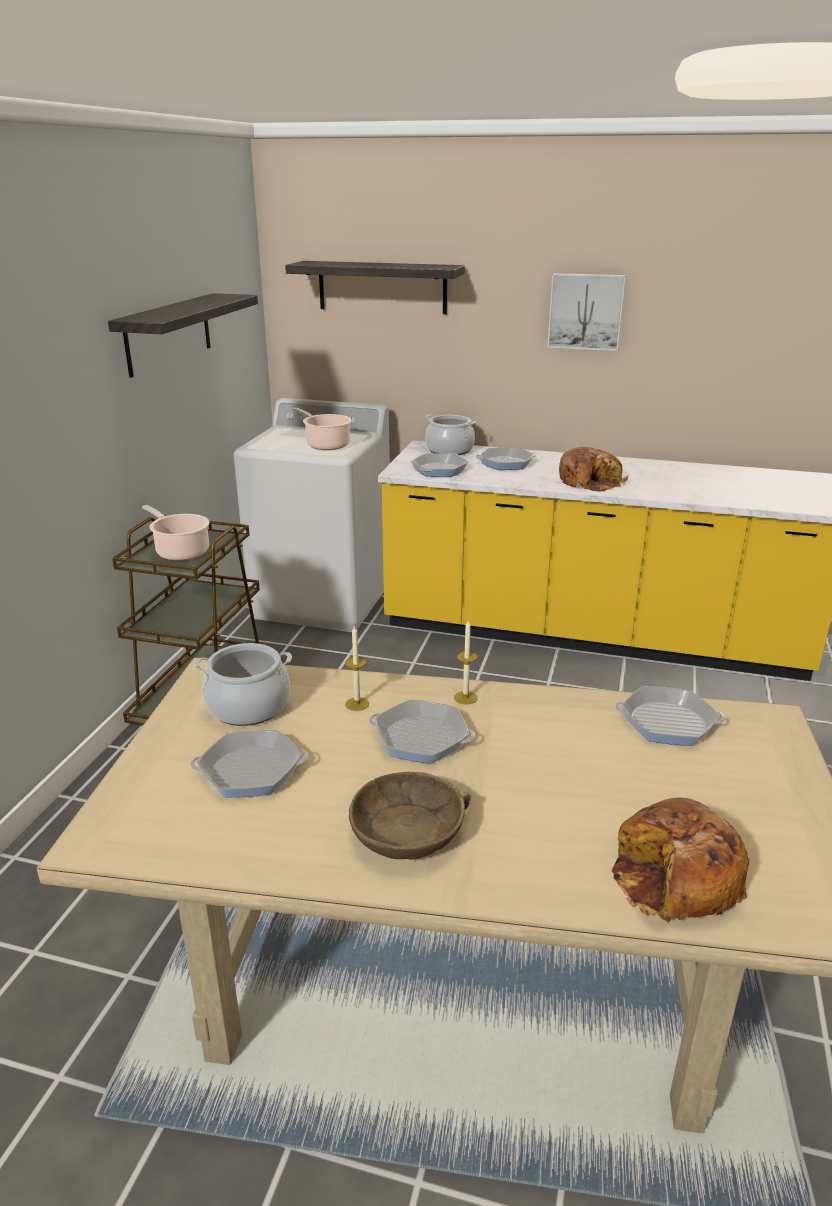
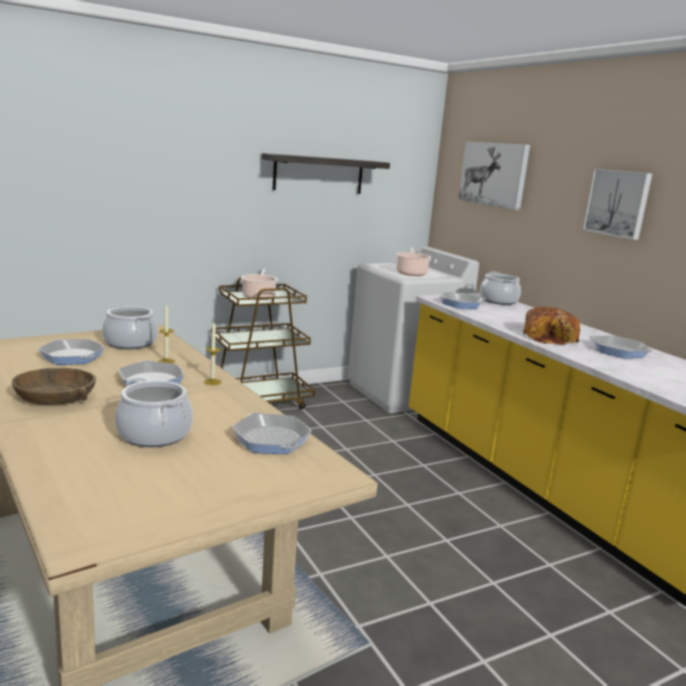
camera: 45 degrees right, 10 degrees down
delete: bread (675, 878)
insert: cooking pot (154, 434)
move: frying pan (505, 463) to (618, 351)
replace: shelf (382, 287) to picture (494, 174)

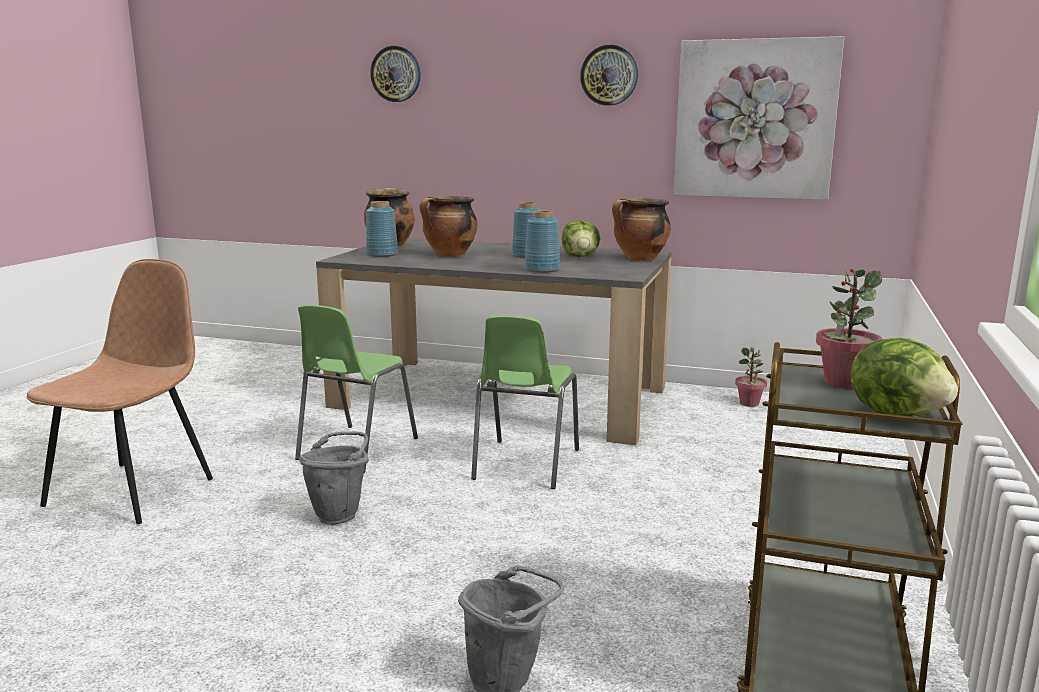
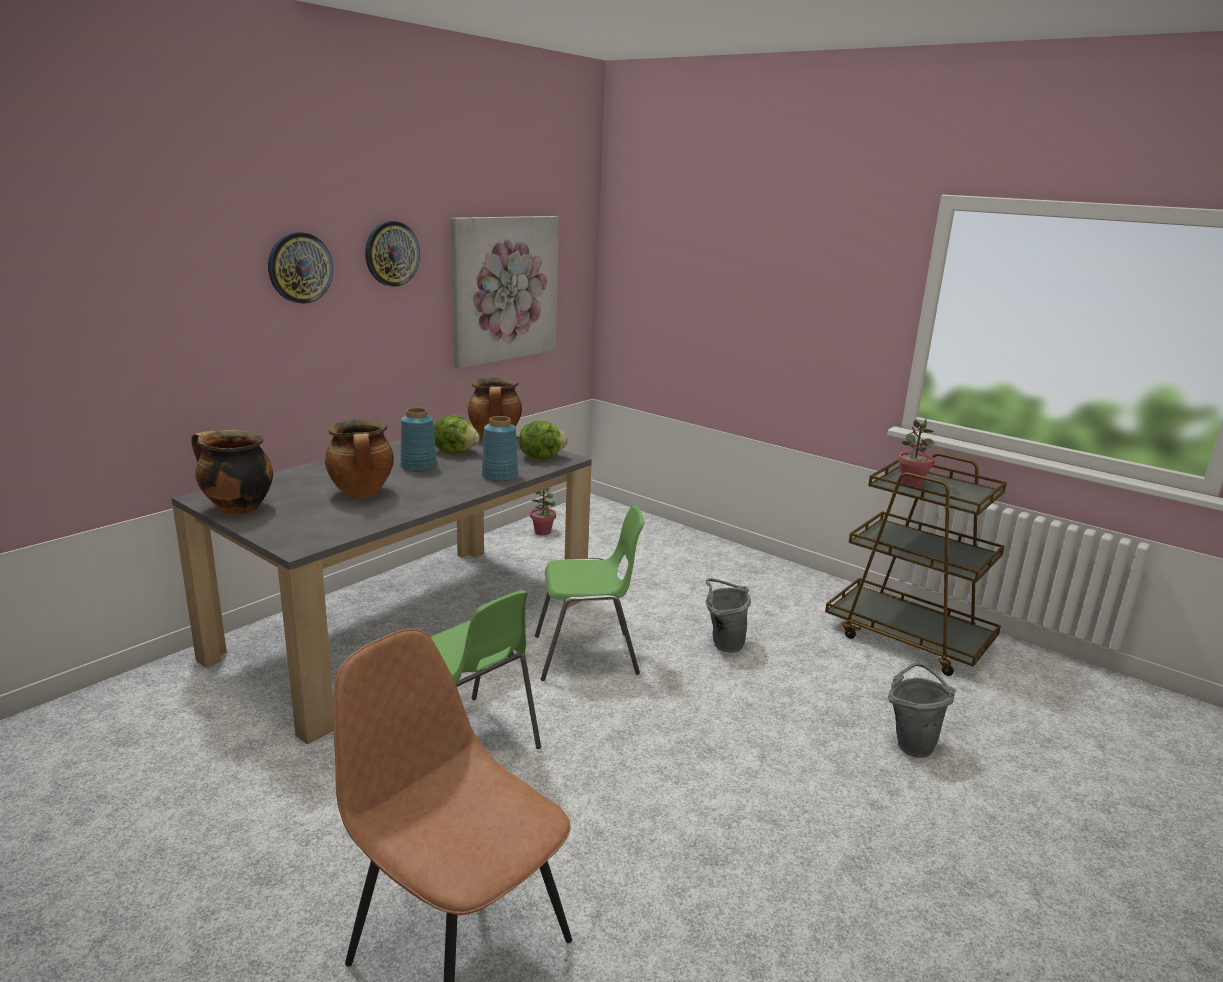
camera: 70 degrees left, 5 degrees up
delete: vase (blue) (382, 254)
move: bucket (grey) (340, 514) to (722, 644); wall clock (396, 74) to (300, 267); lettuce (897, 414) to (541, 457)
rotate: chair (green) (524, 464) = (587, 656) 45 degrees counterclockwise

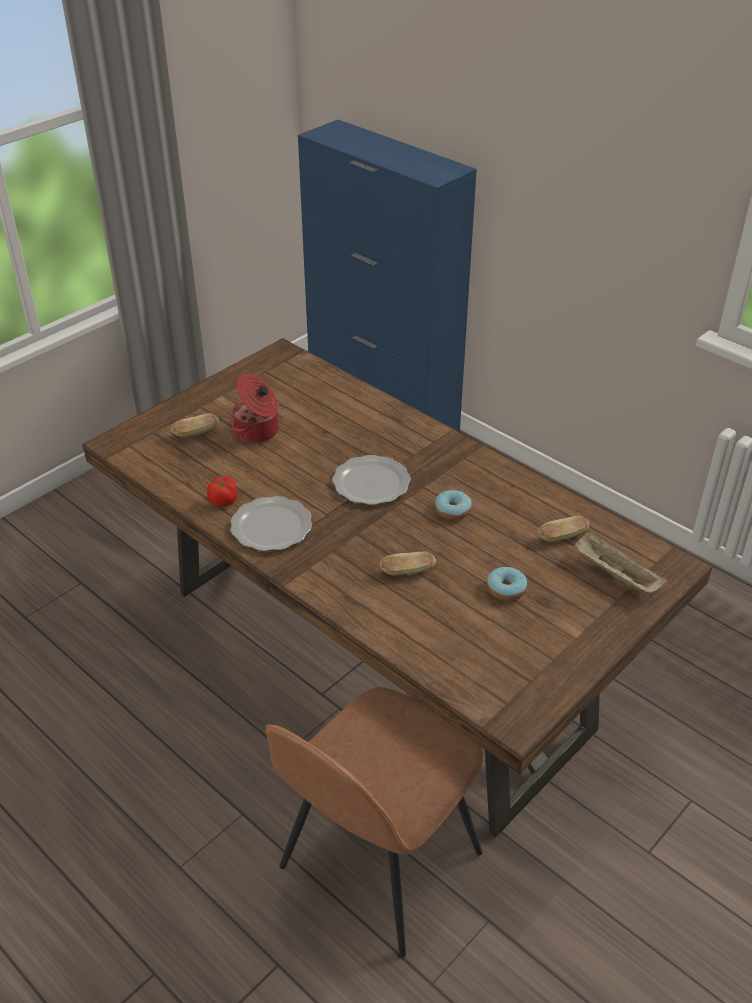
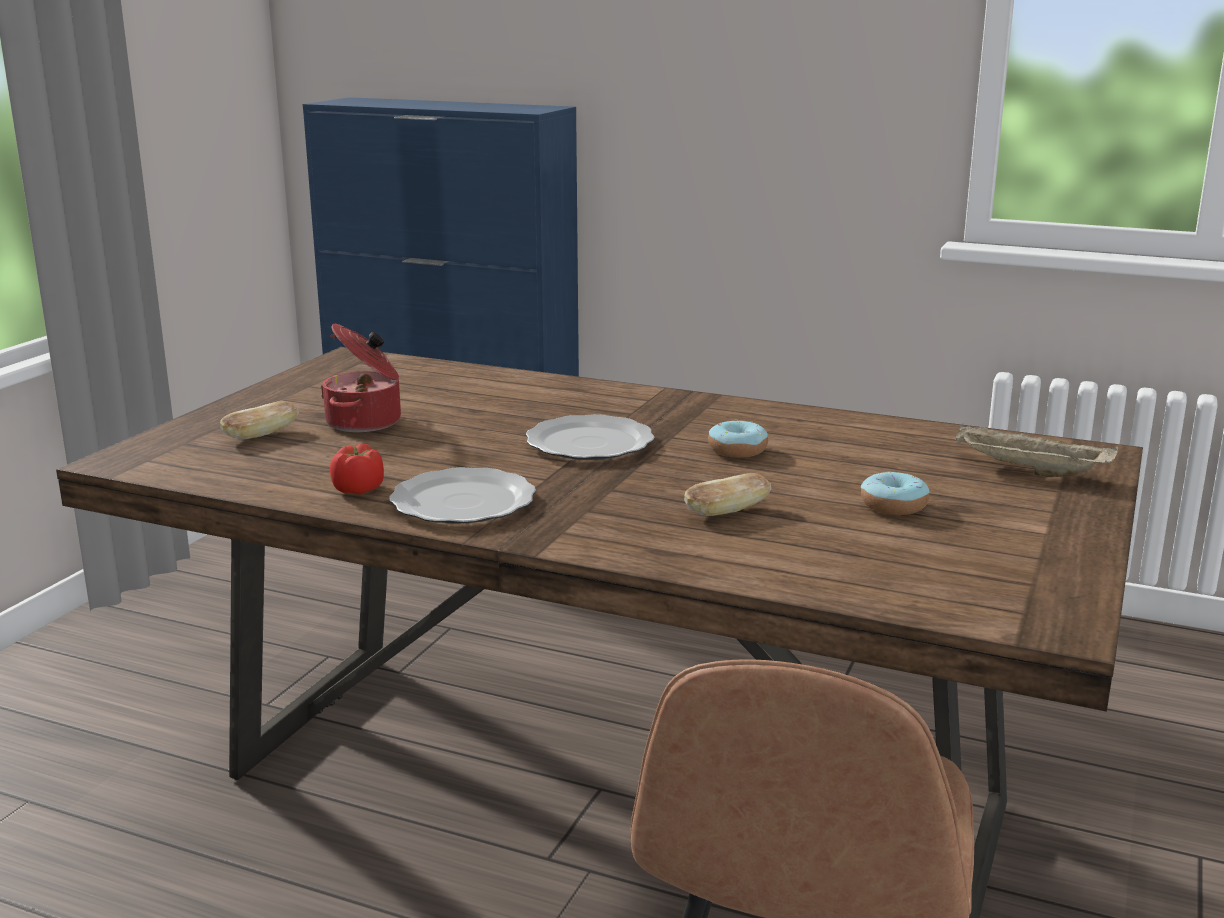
camera: 20 degrees left, 20 degrees down
delete: bread (562, 537)

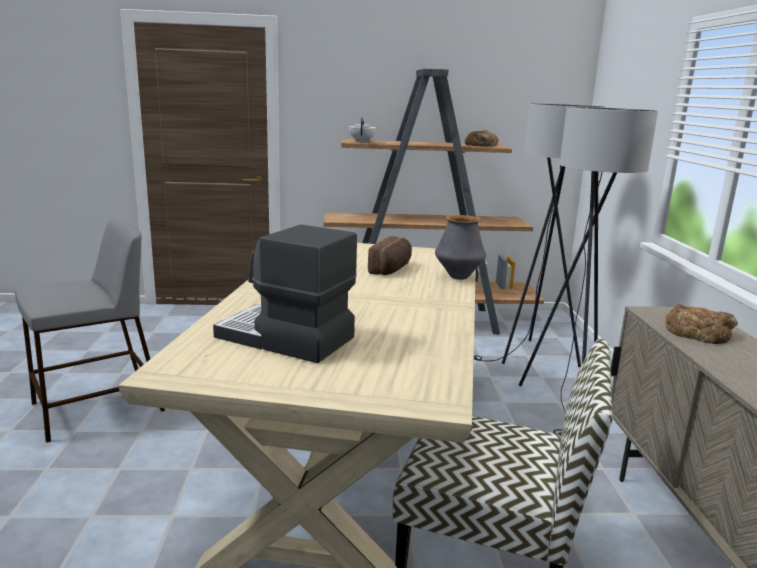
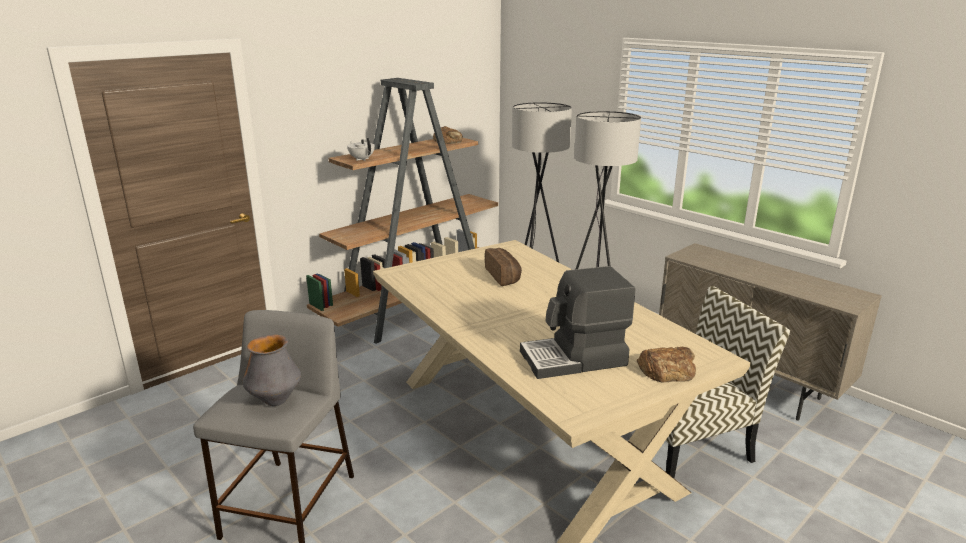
camera: 40 degrees left, 5 degrees up
move: vase (458, 277) to (275, 401); bread (698, 332) to (667, 370)

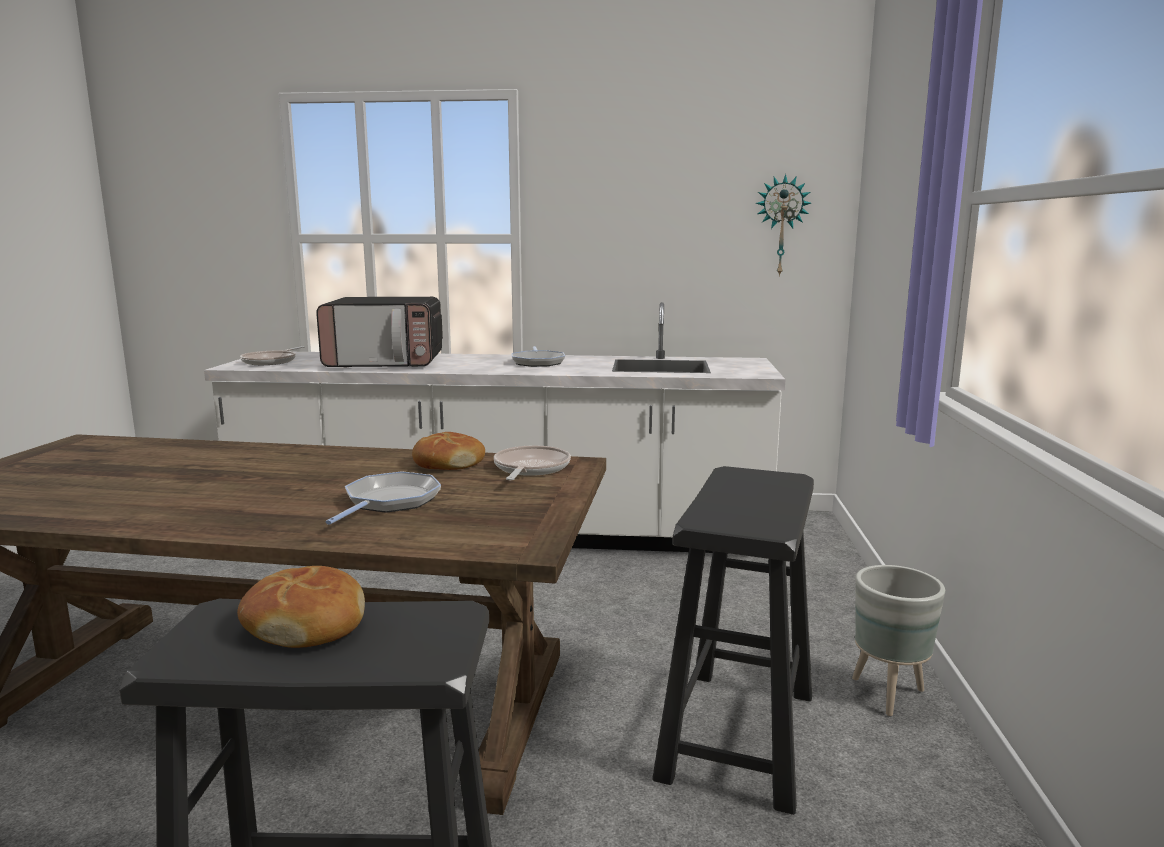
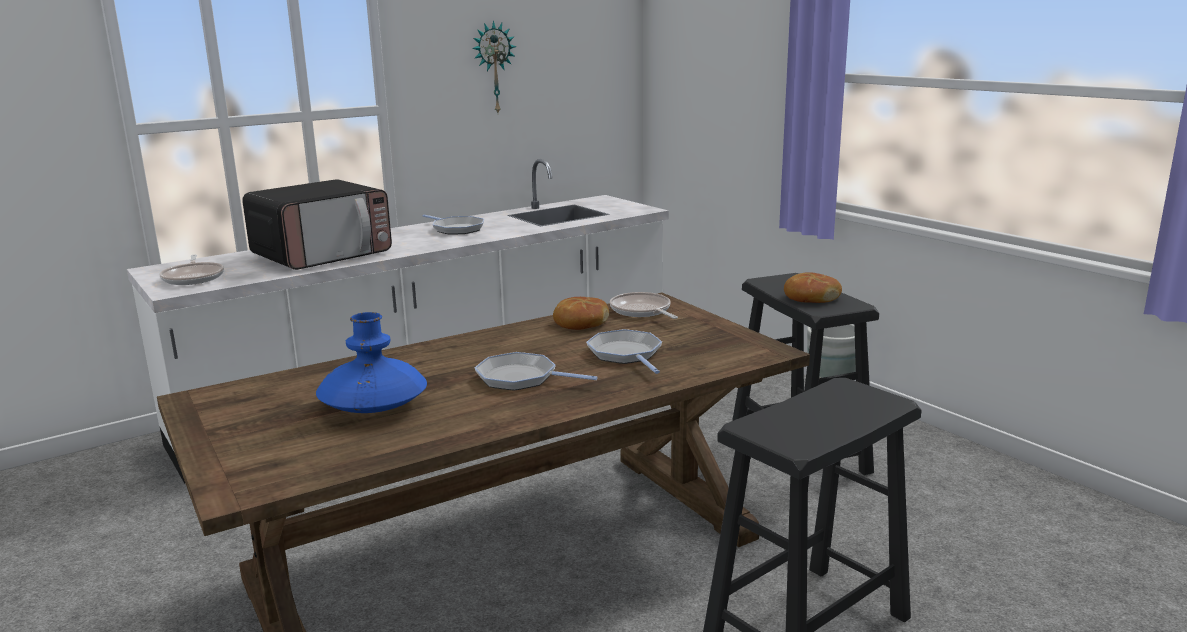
camera: 40 degrees left, 5 degrees up
insert: vase (blue) (374, 406); frying pan (521, 378)
move: bread (306, 624) to (811, 297); wall clock (781, 226) to (493, 68)

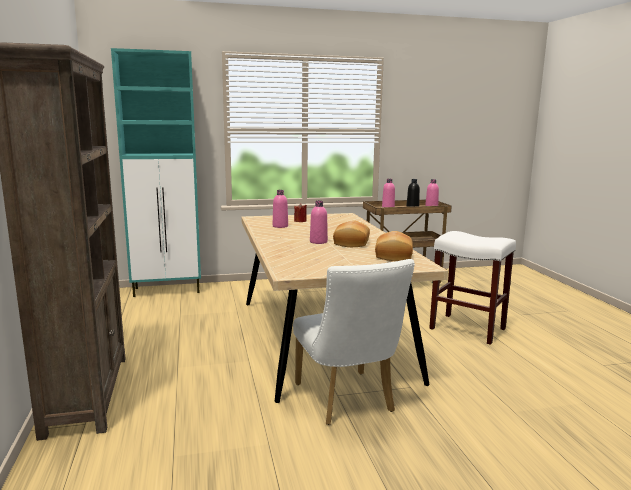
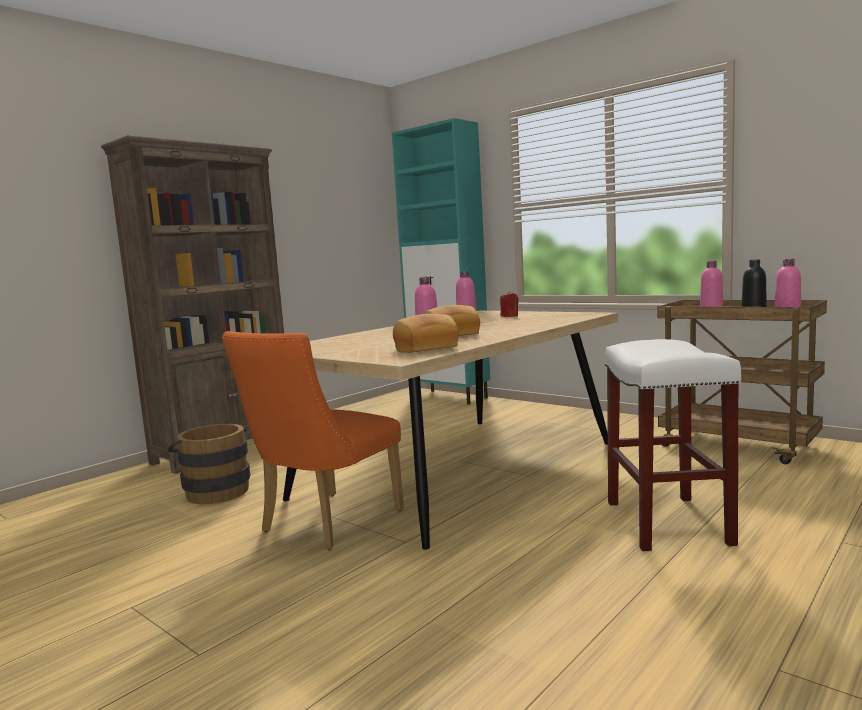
camera: 55 degrees right, 5 degrees down
insert: bucket (brown) (215, 491)
recolor: chair (white) (347, 401) to chair (orange) (324, 524)

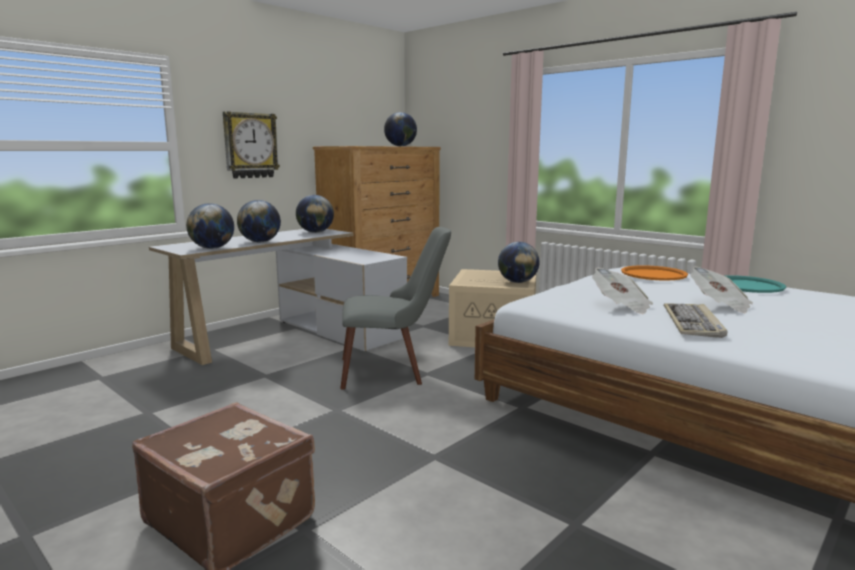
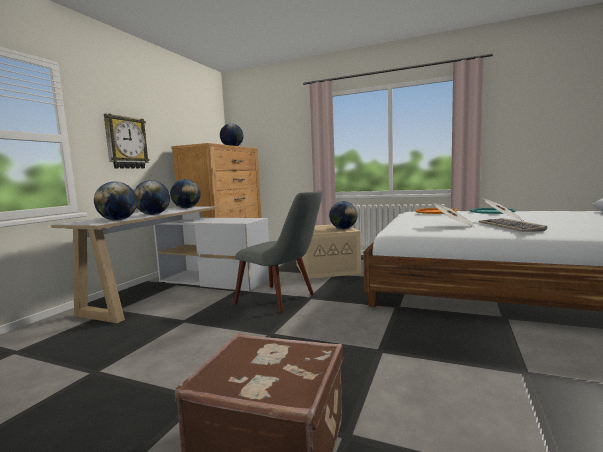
camera: 20 degrees left, 5 degrees down
rotate: chair (grey) (393, 370) = (283, 300) 60 degrees clockwise

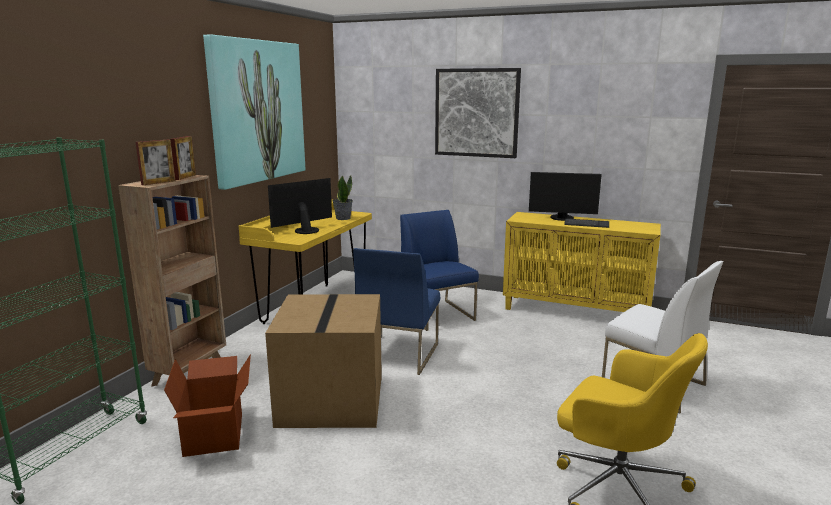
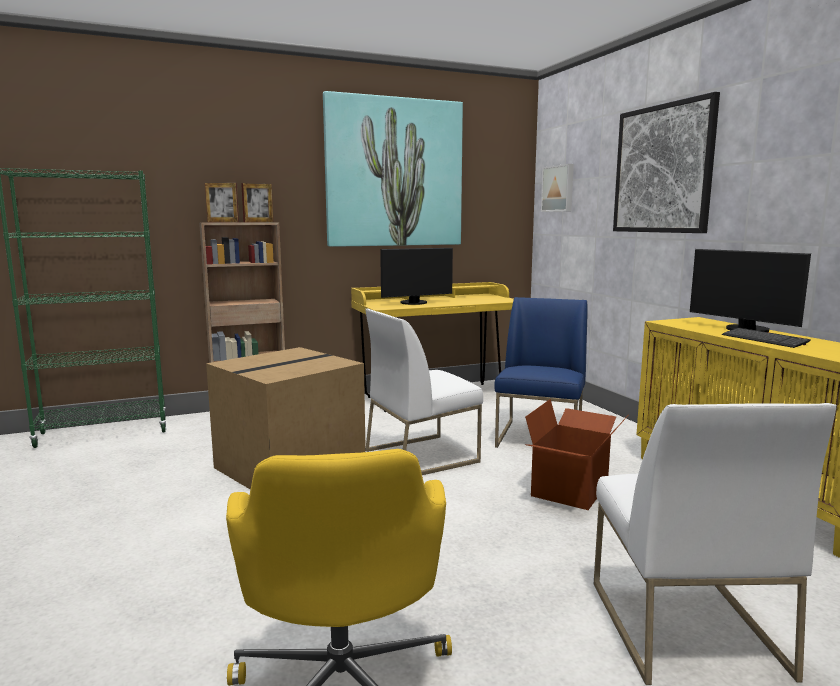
camera: 45 degrees right, 5 degrees down
delete: potted plant (343, 218)
insert: picture (558, 188)
move: cardboard box (215, 434) to (571, 490)
recolor: chair (blue) (398, 354) to chair (white) (422, 456)
rotate: monitor (305, 230) = (415, 303) 150 degrees clockwise

